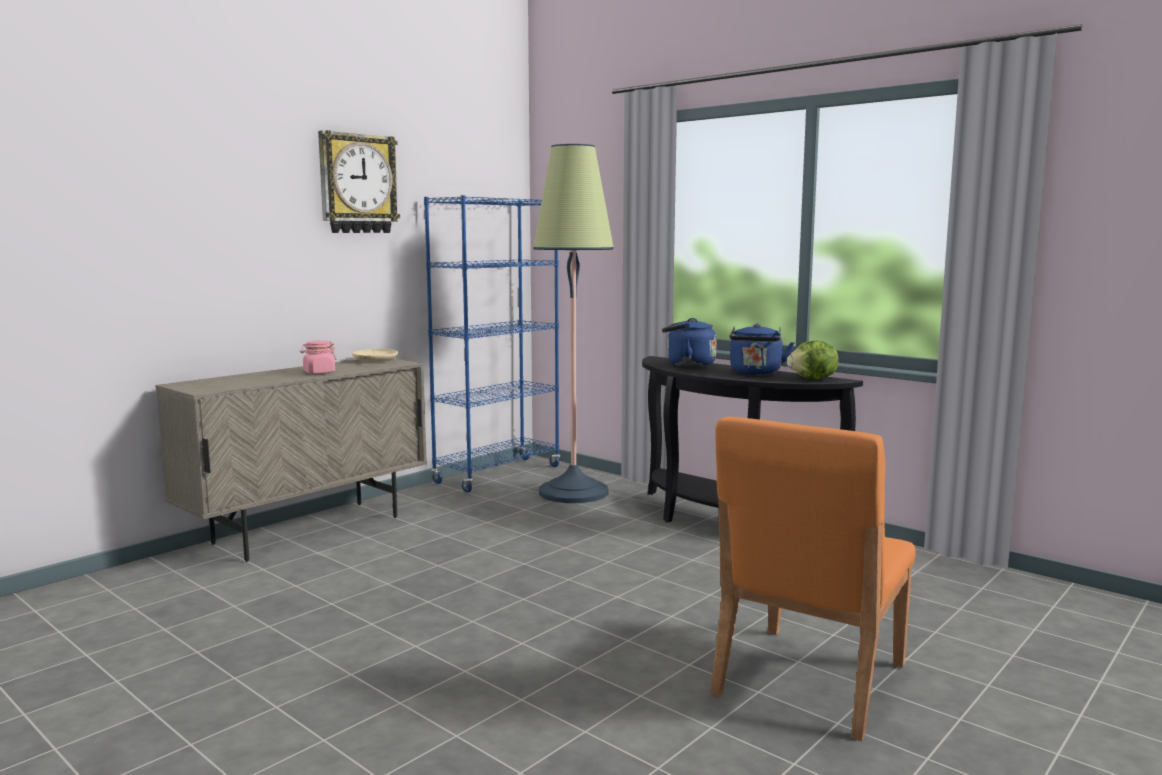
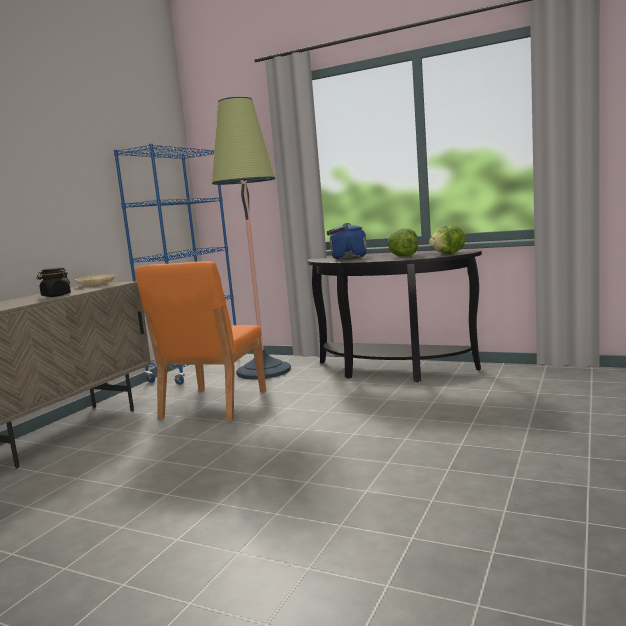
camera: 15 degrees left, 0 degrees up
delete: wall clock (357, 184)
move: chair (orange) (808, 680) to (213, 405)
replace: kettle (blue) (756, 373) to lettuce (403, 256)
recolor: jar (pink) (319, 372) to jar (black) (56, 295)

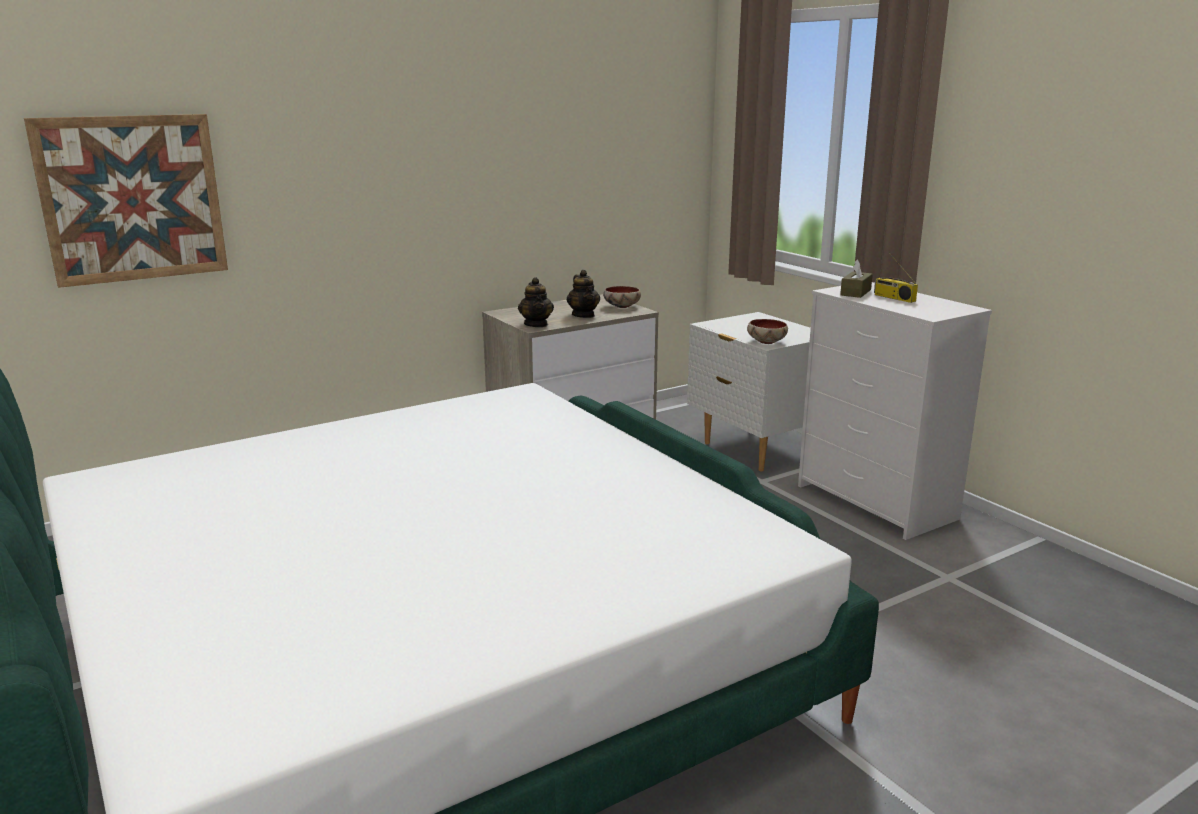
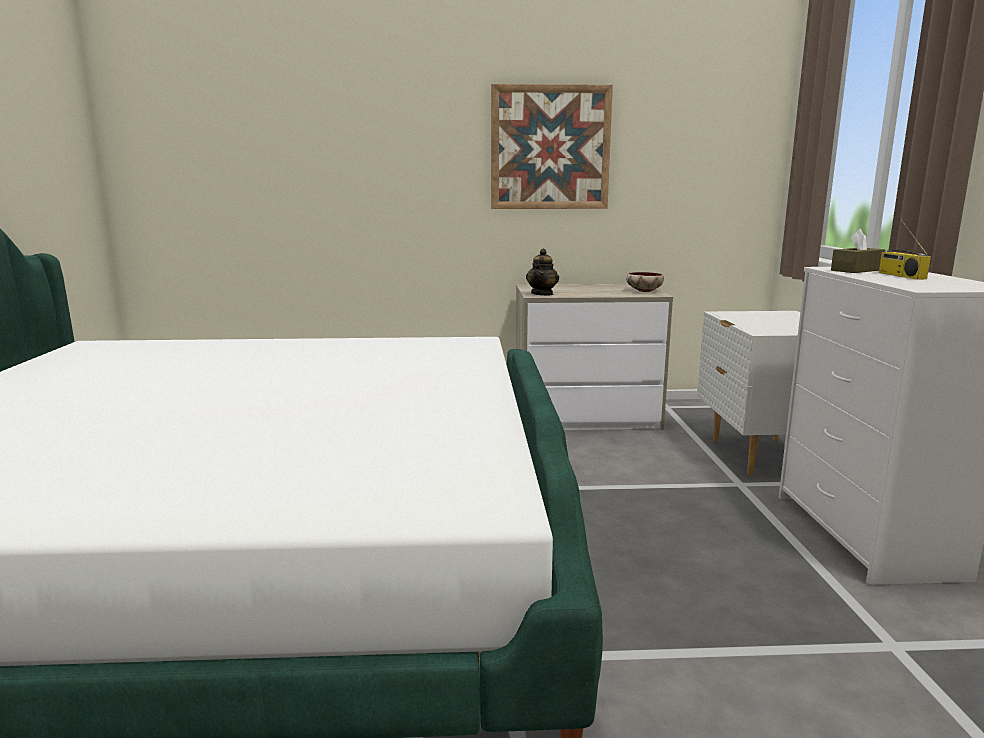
camera: 30 degrees right, 5 degrees down
delete: teapot (583, 315); bowl (766, 342)
move: picture (132, 199) to (550, 148)

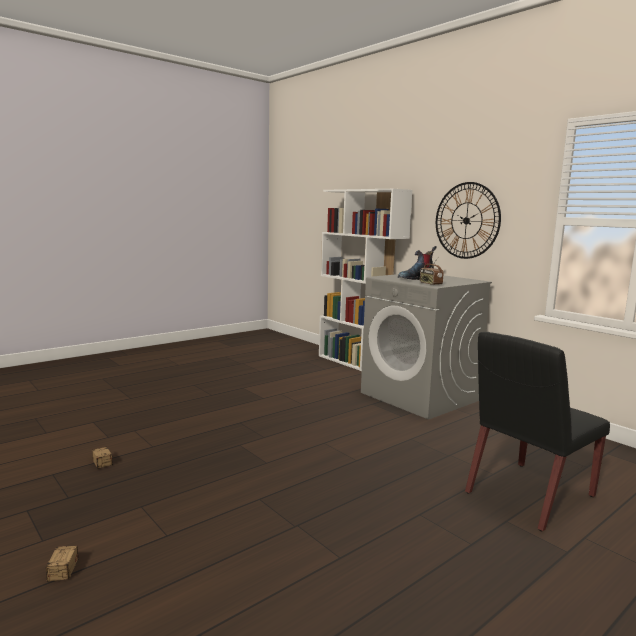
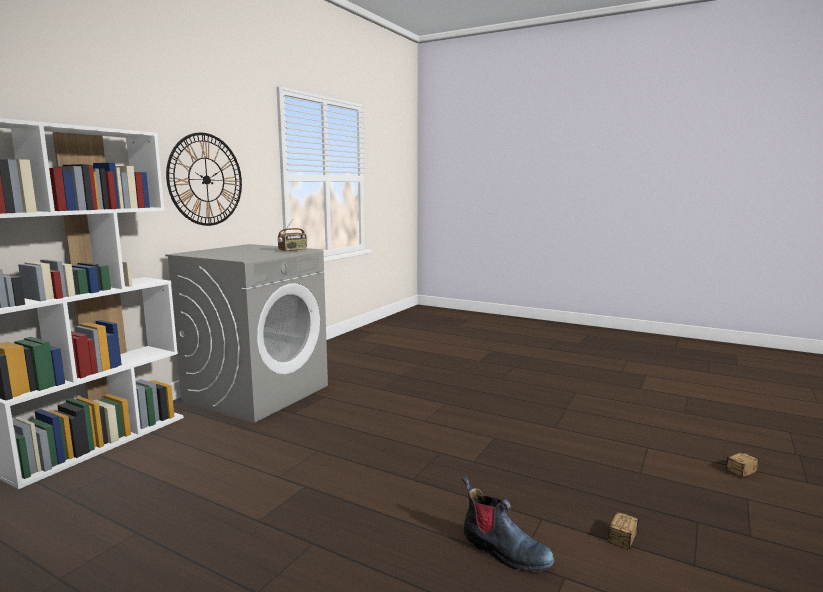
camera: 110 degrees left, 0 degrees up
delete: chair (black) (529, 495)
move: boot (416, 279) to (504, 551)

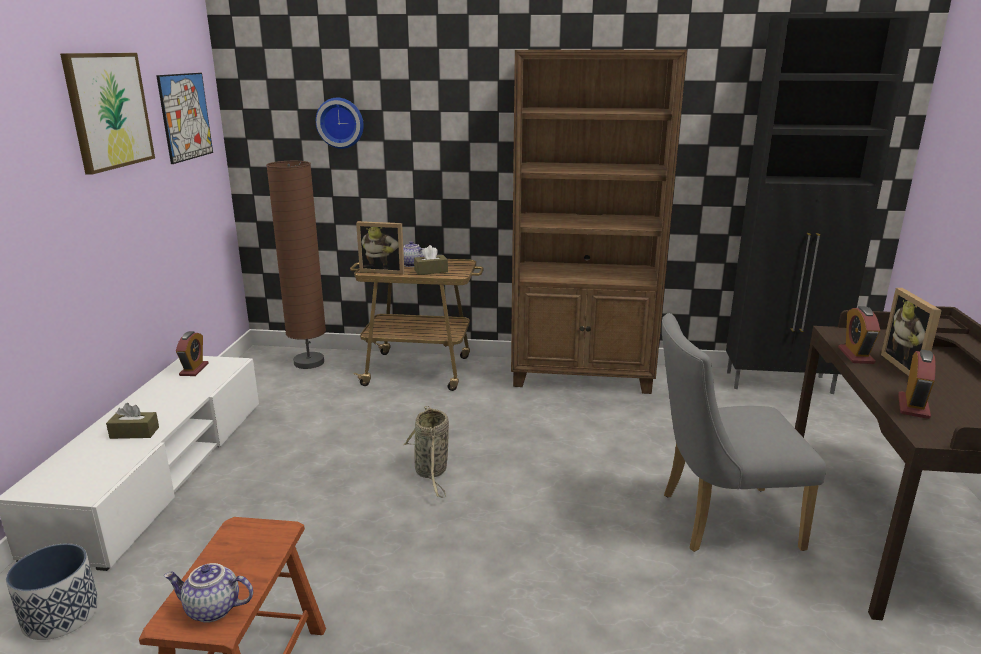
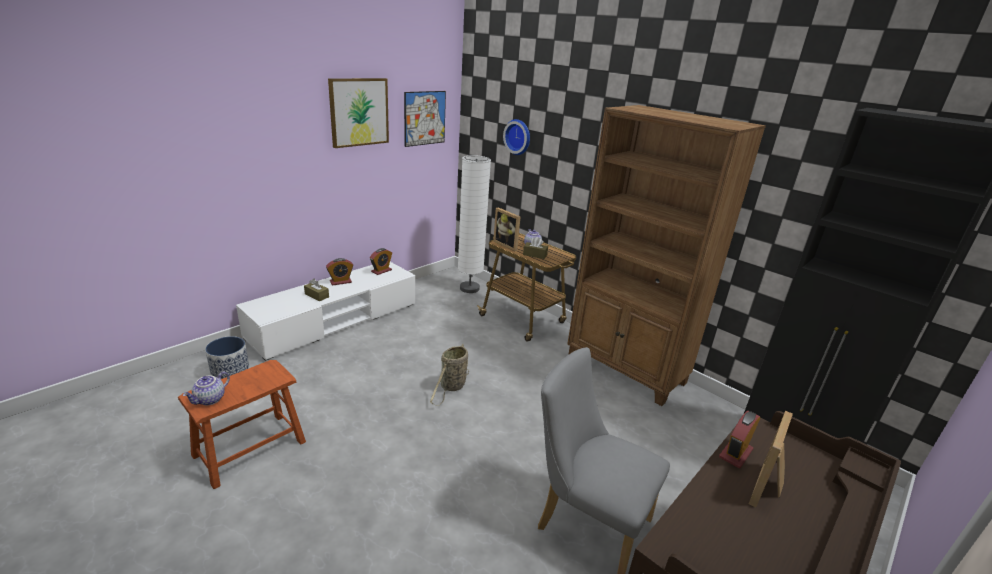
camera: 35 degrees right, 5 degrees up
move: alarm clock (913, 406) to (340, 282)
recolor: floor lamp (brown) (309, 362) to floor lamp (white) (469, 288)
rotate: teapot (211, 610) = (210, 400) 105 degrees counterclockwise

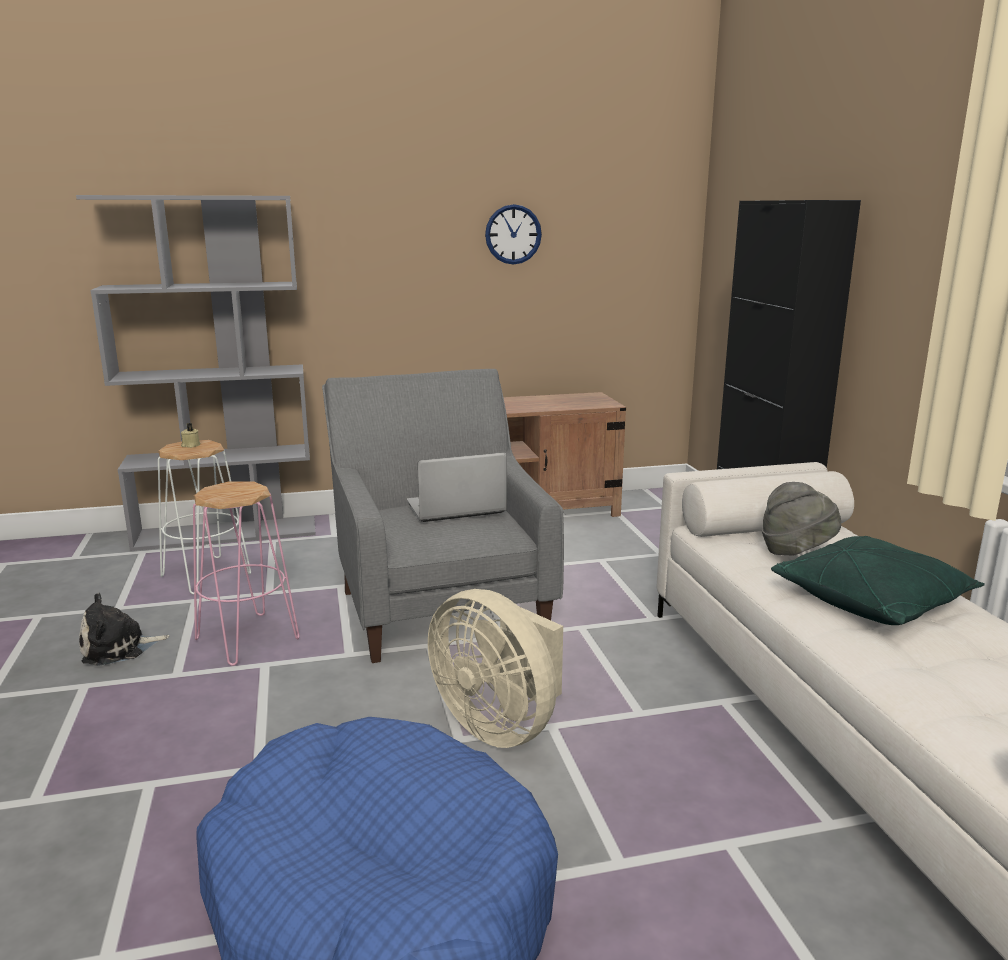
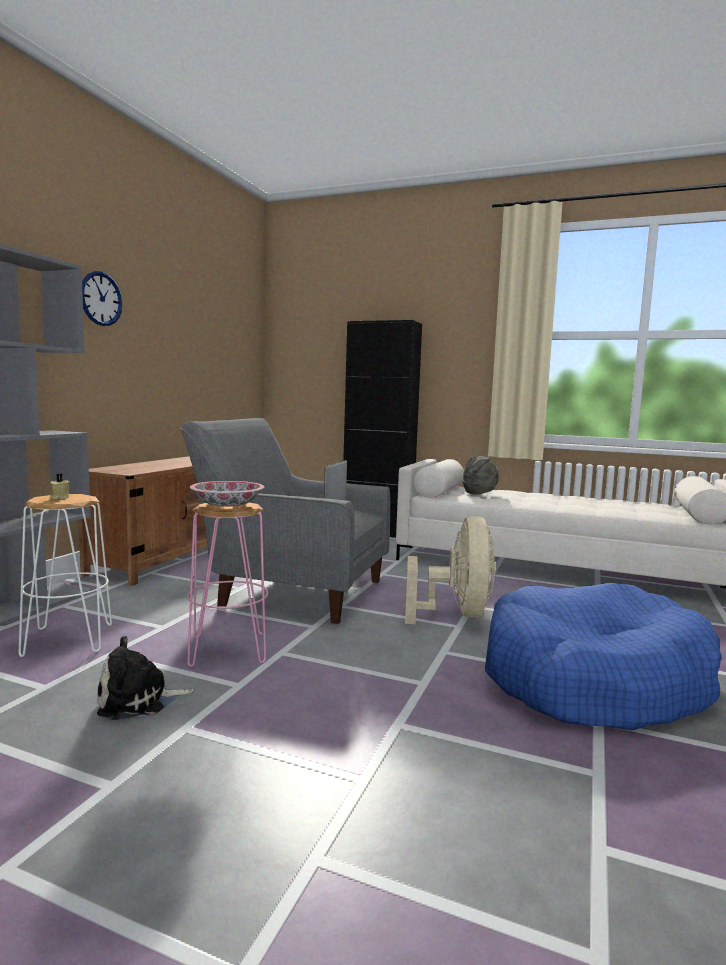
camera: 55 degrees left, 10 degrees down
delete: pillow (green) (872, 601)
insert: bowl (227, 505)
move: wall clock (513, 234) to (101, 298)
rotate: plush toy (118, 648) = (138, 700) 60 degrees clockwise; fan (beige) (499, 725) = (456, 615) 75 degrees counterclockwise

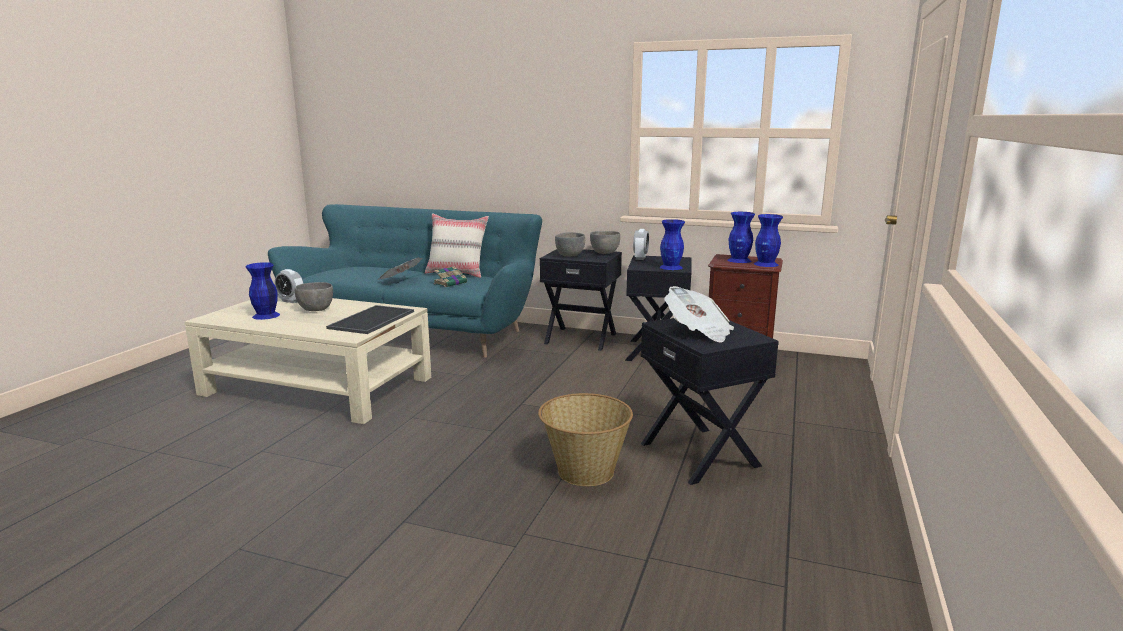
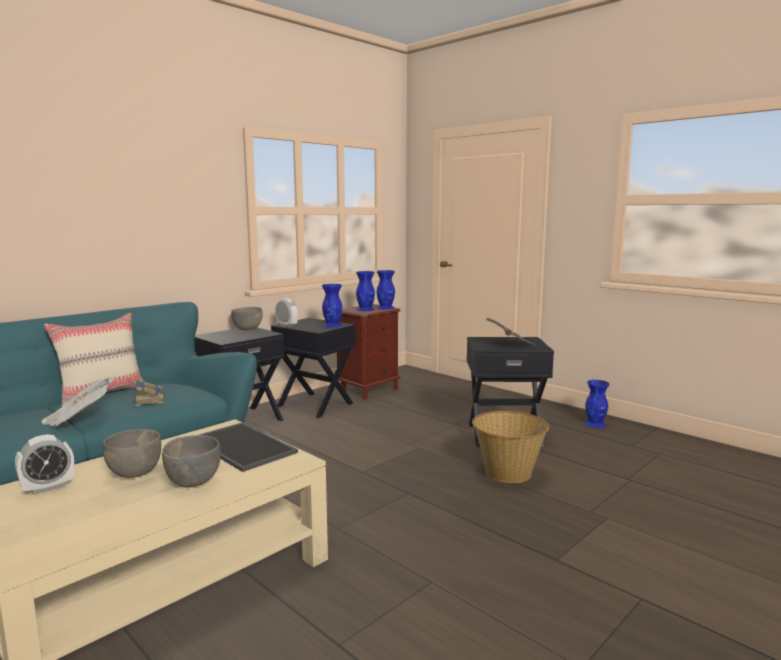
camera: 65 degrees left, 5 degrees down
move: vase (blue) (265, 316) to (595, 424); bowl (grey) (570, 255) to (193, 481)

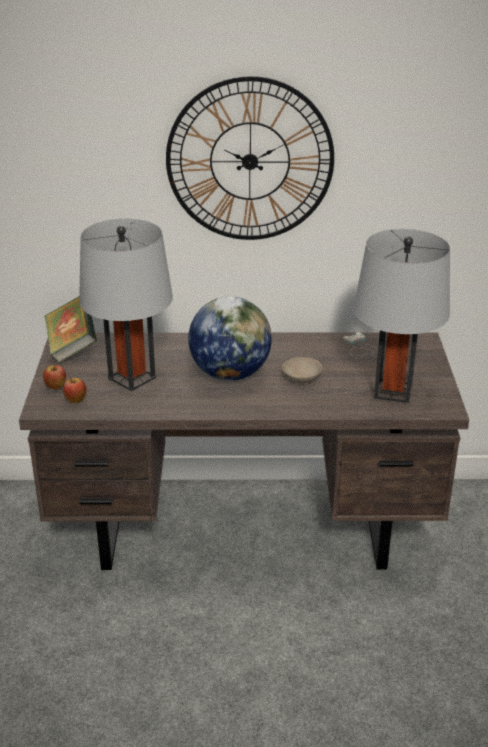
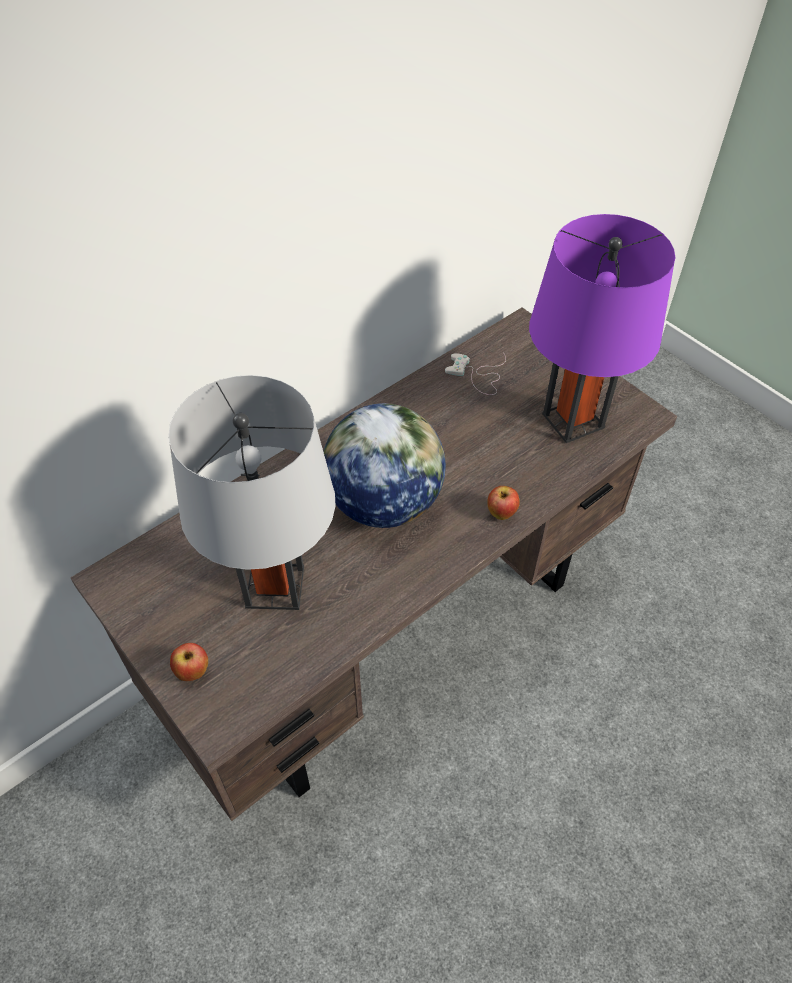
camera: 40 degrees left, 20 degrees up
delete: book (72, 347); wall clock (250, 161); bowl (beige) (303, 378)
move: apple (75, 401) to (501, 513)
recolor: table lamp (grey) (393, 391) to table lamp (purple) (573, 421)

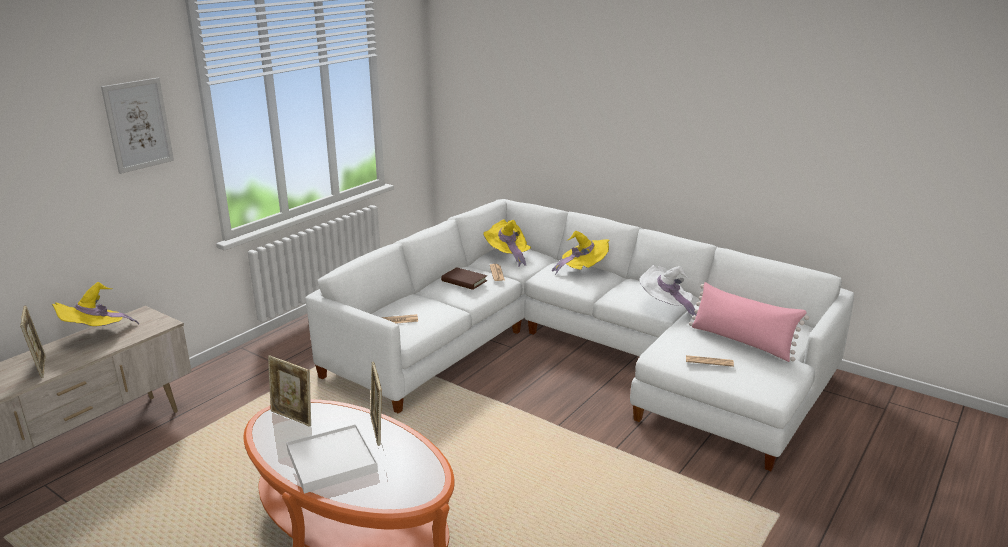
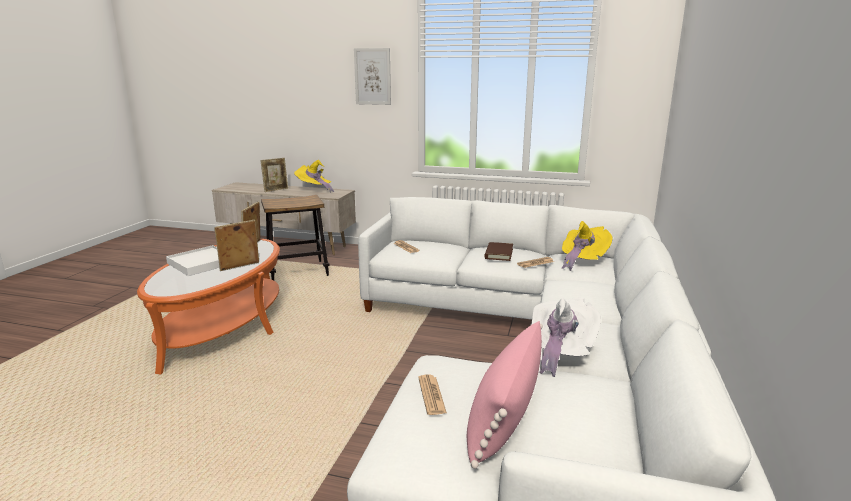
camera: 70 degrees right, 5 degrees down
delete: hat (yellow) (582, 269)
insert: stool (298, 271)

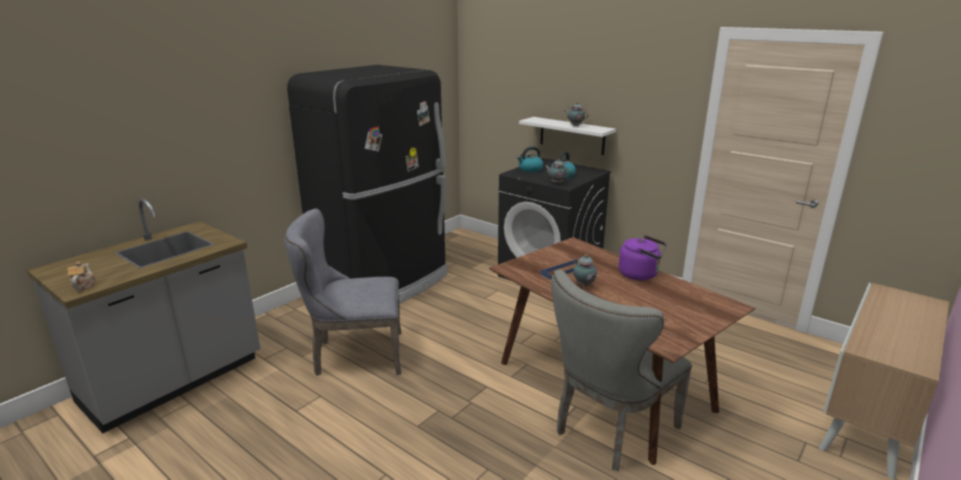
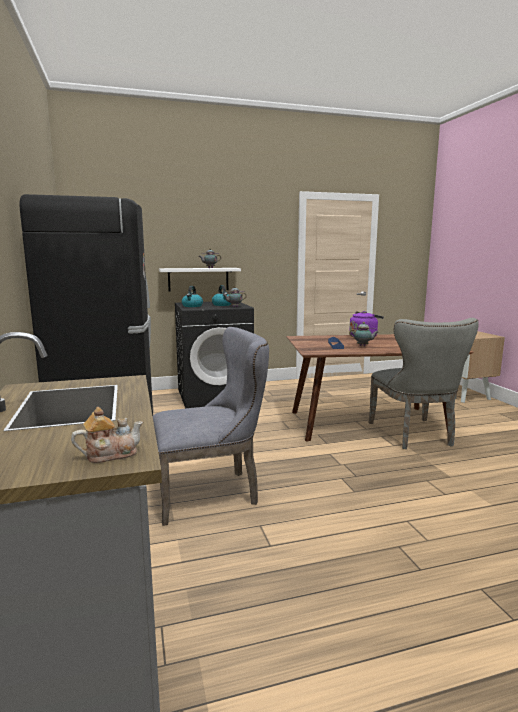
camera: 55 degrees left, 10 degrees down
rotate: teapot (83, 285) = (110, 454) 135 degrees clockwise; chair (grey) (353, 355) = (212, 492) 135 degrees counterclockwise

